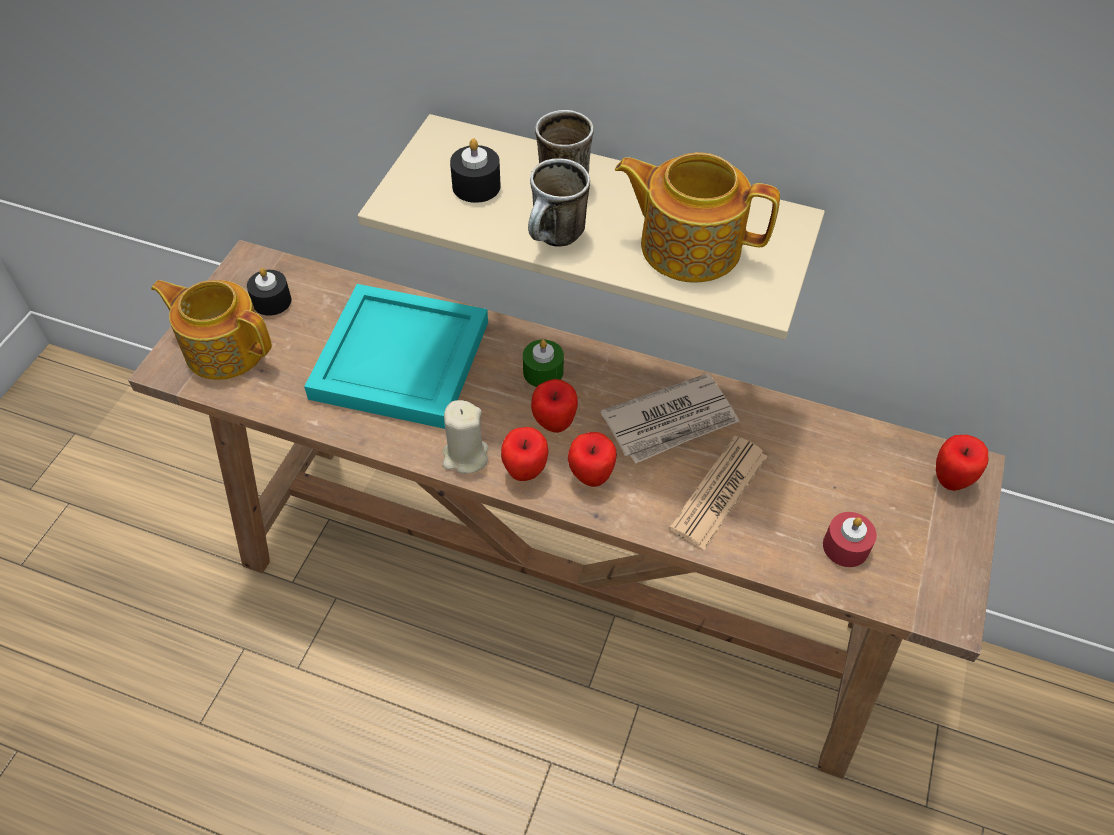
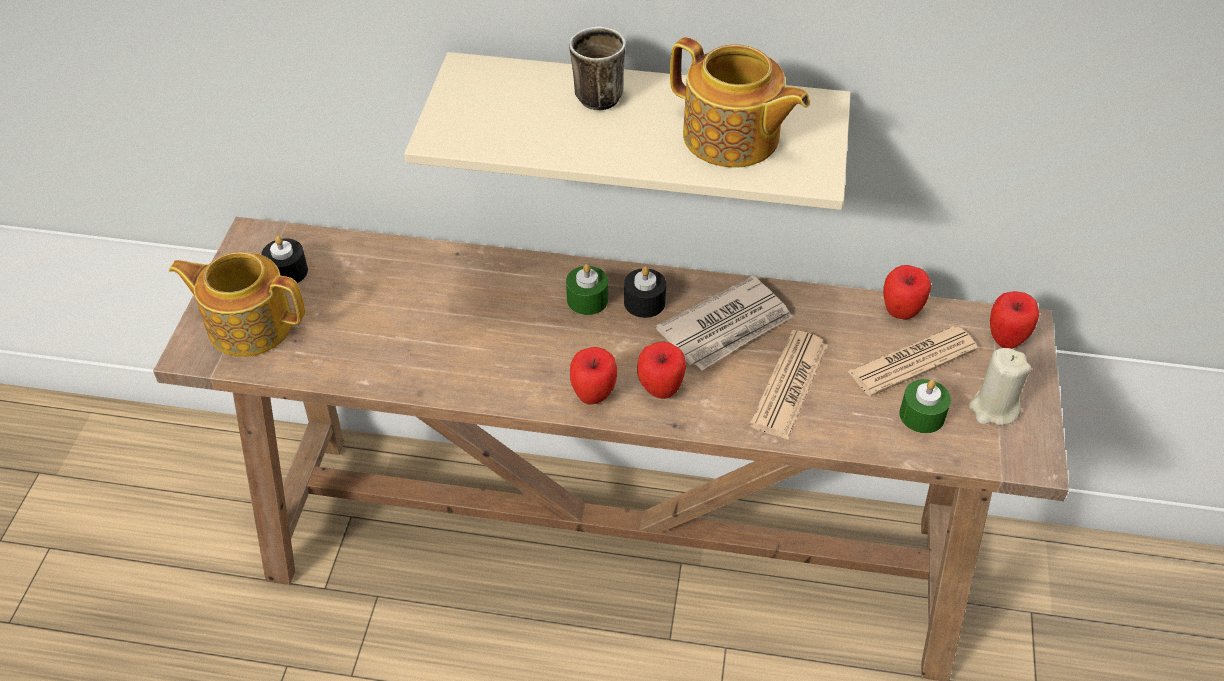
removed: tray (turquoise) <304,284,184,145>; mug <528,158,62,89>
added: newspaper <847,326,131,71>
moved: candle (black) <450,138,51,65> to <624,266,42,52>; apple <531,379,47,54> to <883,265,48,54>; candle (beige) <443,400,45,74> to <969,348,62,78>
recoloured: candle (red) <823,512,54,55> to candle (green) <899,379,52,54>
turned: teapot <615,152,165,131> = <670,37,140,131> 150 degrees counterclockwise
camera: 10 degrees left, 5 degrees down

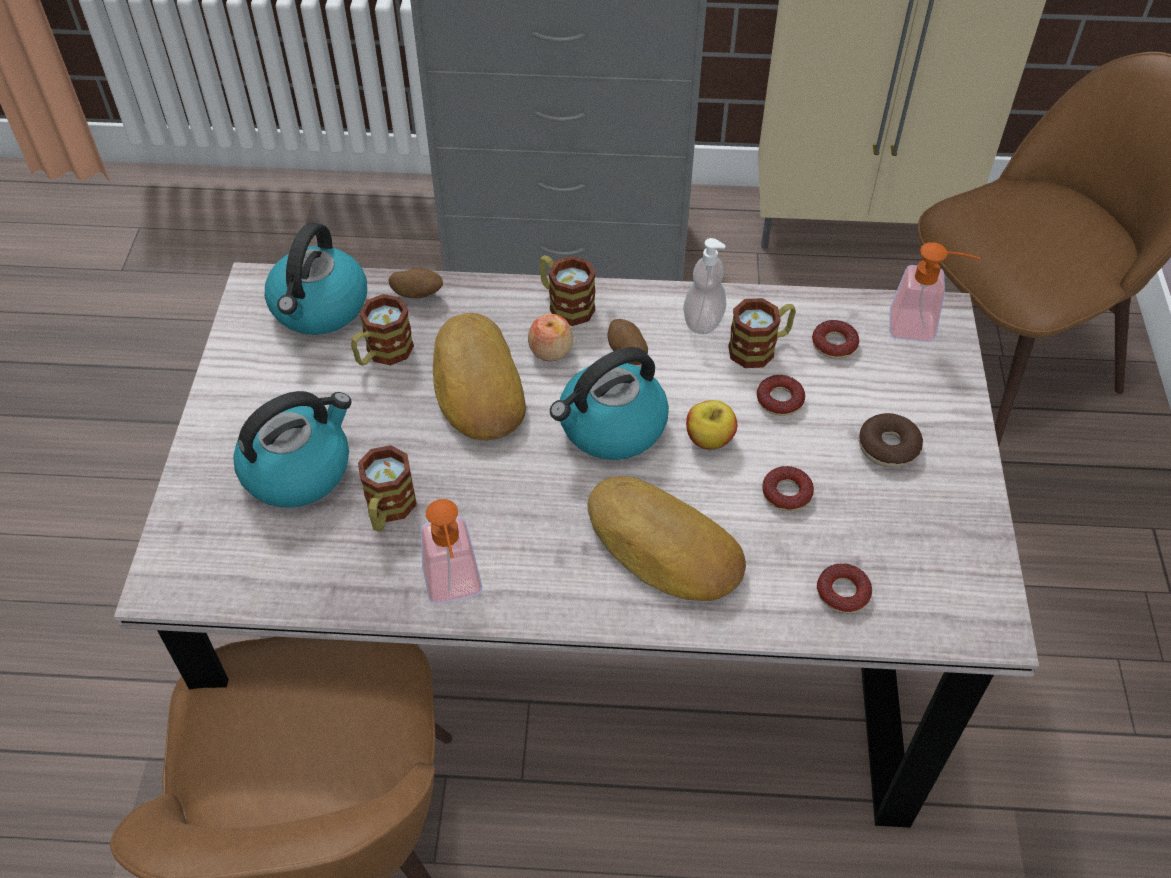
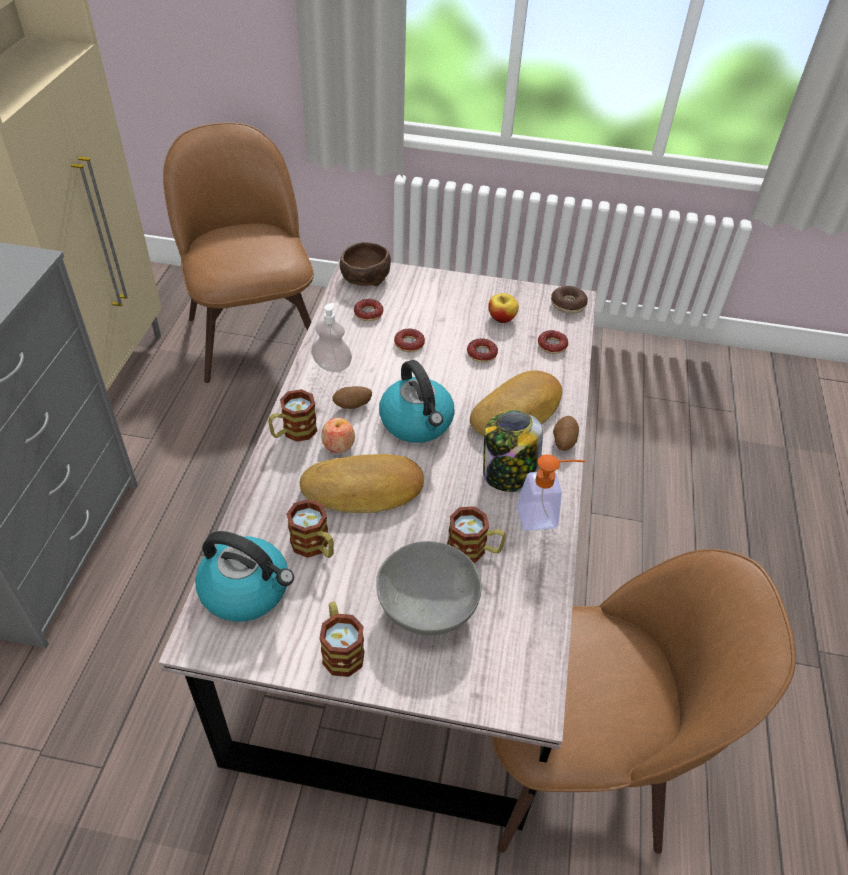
added: jar <483,410,60,82>
moved: mug <728,298,68,70> to <319,602,45,75>; apple <686,400,51,49> to <488,293,31,30>; donut <859,413,64,55> to <551,286,37,28>; potato <388,268,55,30> to <553,416,26,35>
replaced: soap dispenser <889,242,92,100> to bowl (brown) <340,242,51,44>; kettle <233,391,119,117> to bowl (grey) <377,541,105,94>
camera: 85 degrees left, 5 degrees down

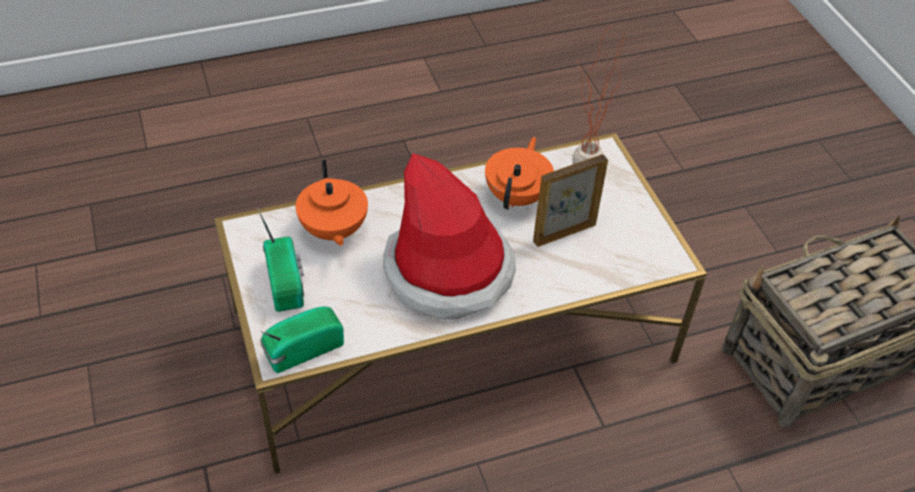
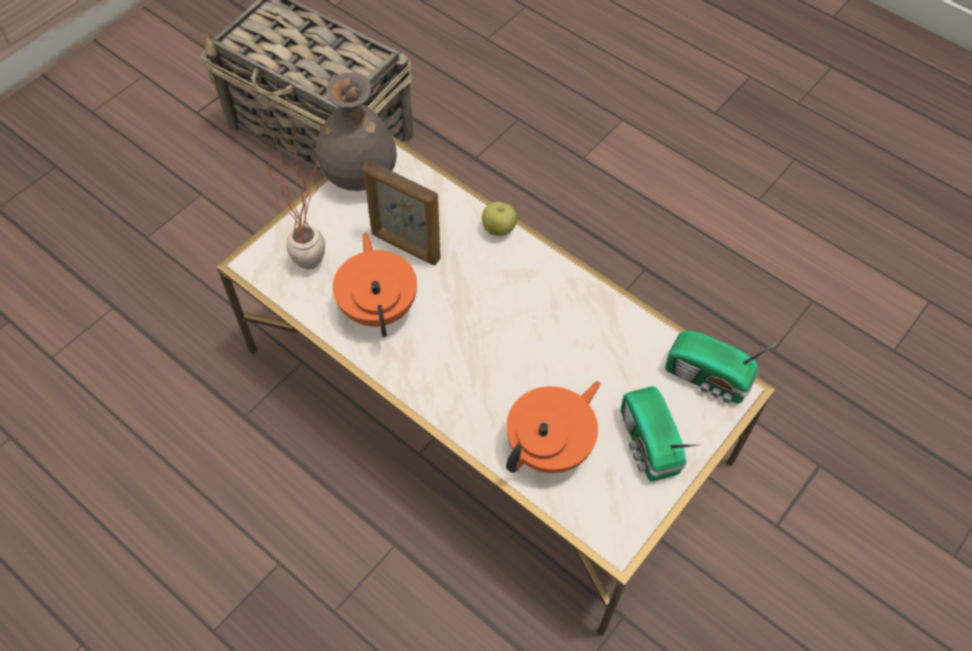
removed: hat <383,153,133,166>
added: vase (grey) <316,72,81,119>; apple <482,202,35,34>
turned: teapot (orange) <485,137,69,73> = <333,232,84,105> 90 degrees clockwise; radio <257,207,47,105> = <621,386,80,95> 60 degrees counterclockwise
camera: 120 degrees left, 10 degrees up

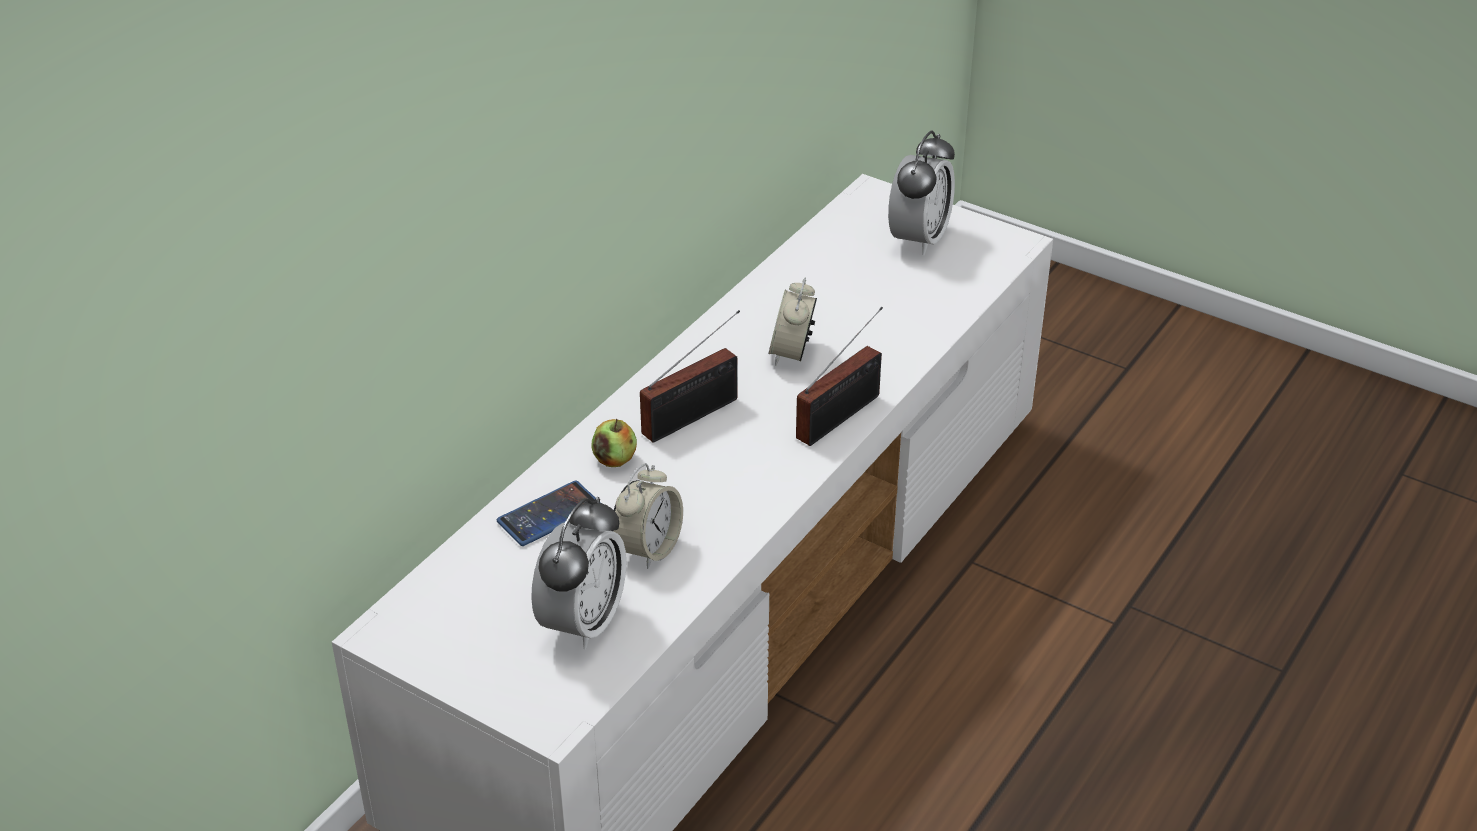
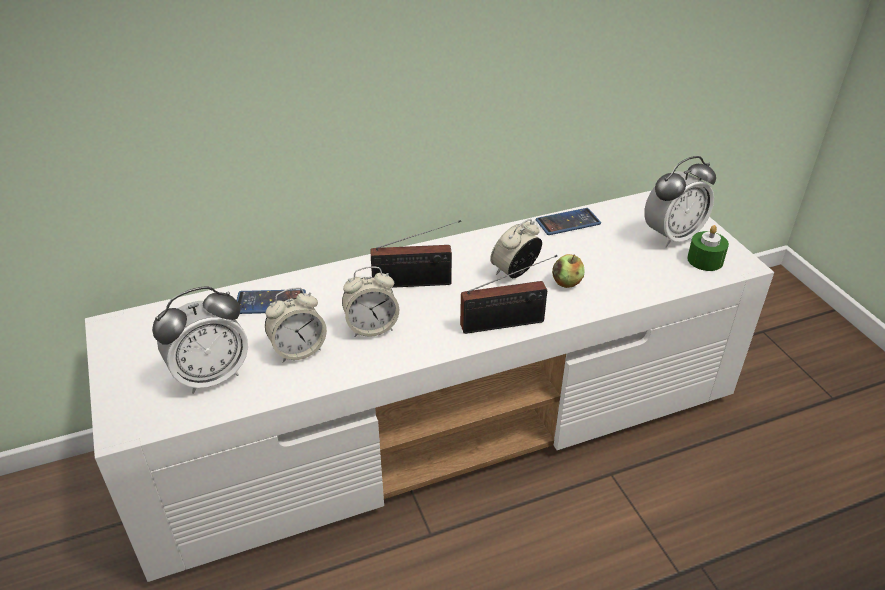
added: alarm clock <342,266,57,71>; phone <536,208,65,27>; candle (green) <687,225,42,46>
moved: apple <592,419,45,48> to <552,254,33,34>
camera: 35 degrees right, 0 degrees up

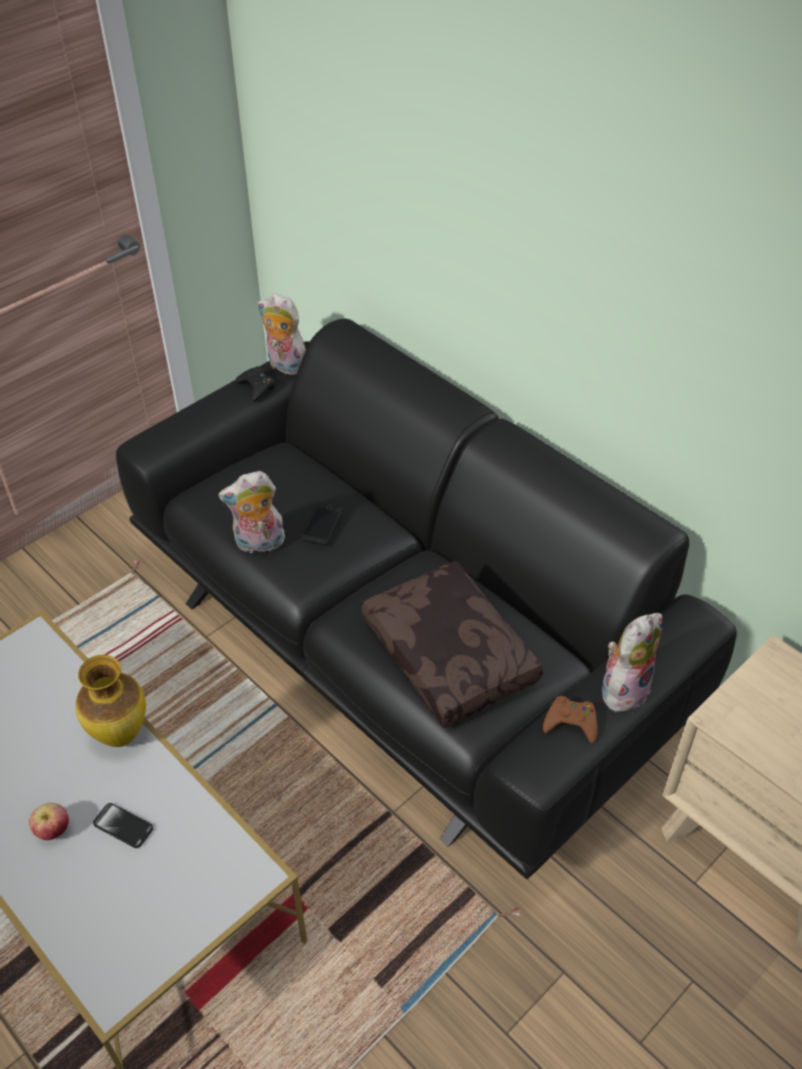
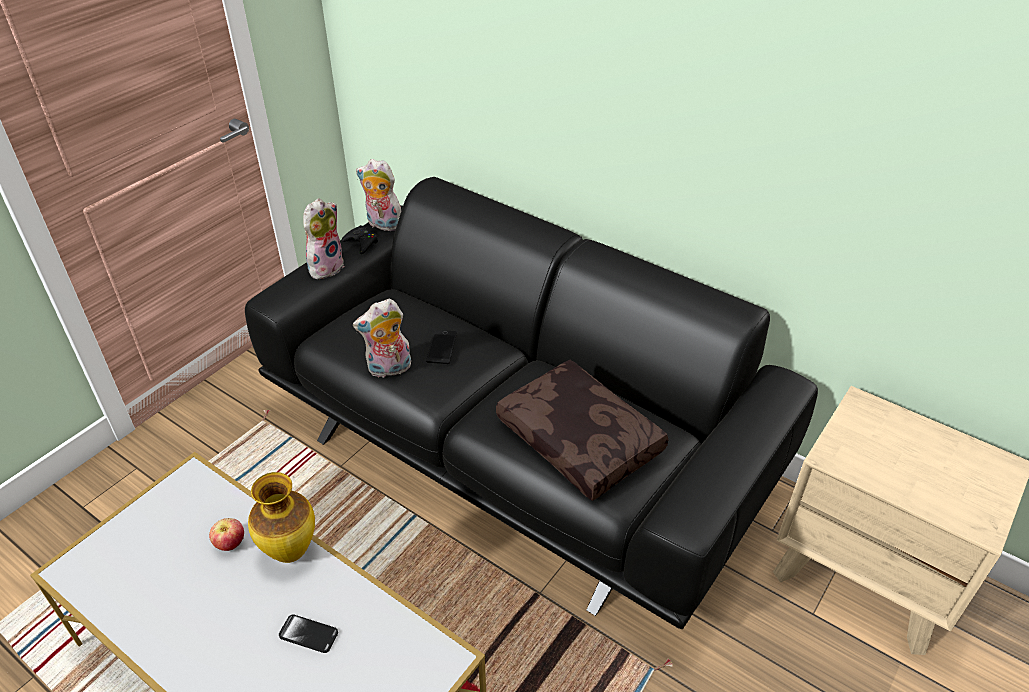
removed: game controller (brown) <543,696,54,47>
moved: apple <29,803,40,37> to <209,518,35,33>; plush toy <602,613,61,104> to <303,198,41,81>
camera: 10 degrees left, 5 degrees down

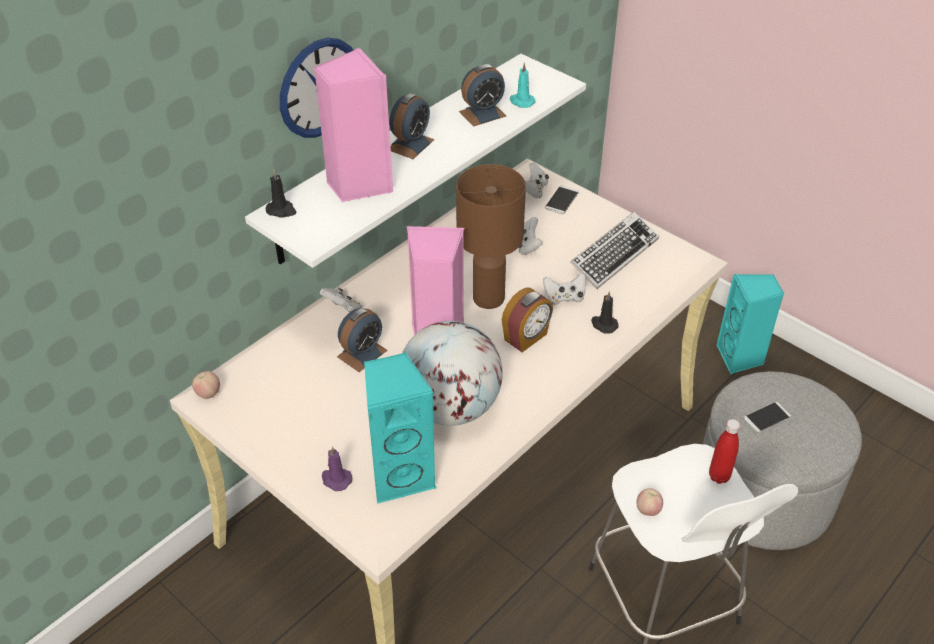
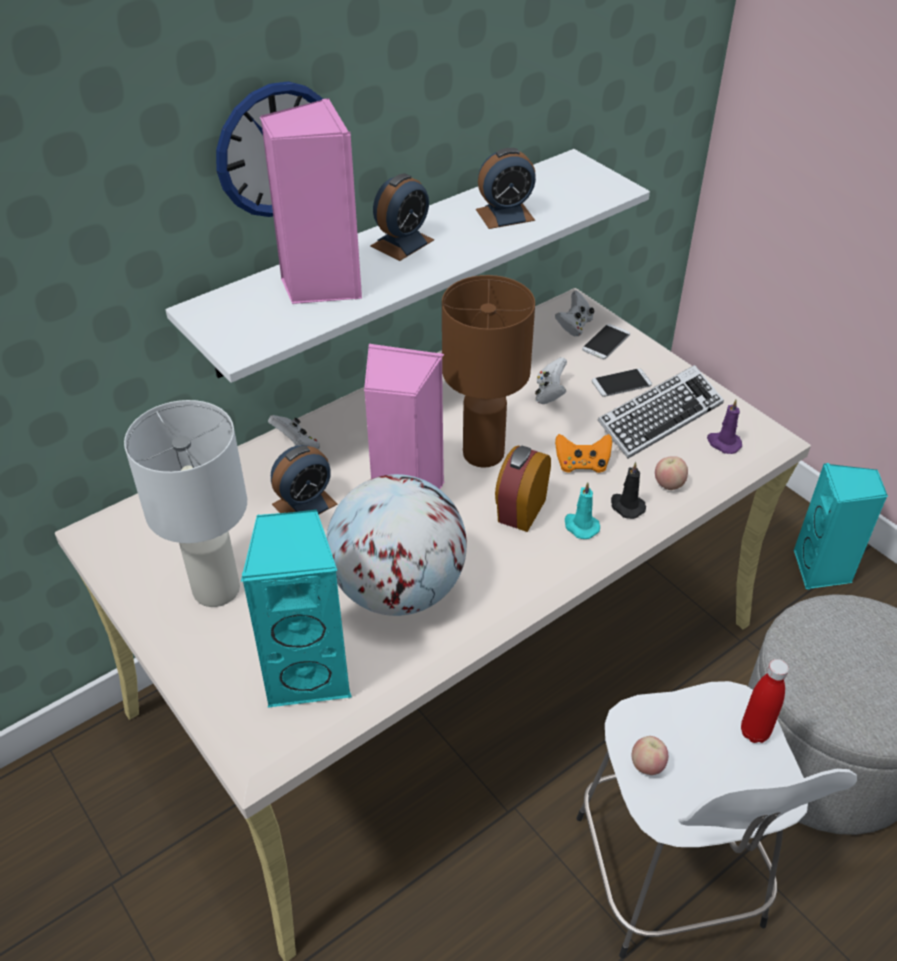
removed: candle (black) <266,169,30,49>
added: table lamp (white) <124,400,123,207>
moved: candle (turquoise) <510,63,25,45> to <565,482,35,57>; phone <744,402,47,30> to <592,368,60,29>; apple <192,371,28,28> to <655,456,33,34>; candle (purple) <322,446,30,45> to <707,399,35,55>
recoloured: game controller (white) <543,272,43,33> to game controller (orange) <555,434,57,39>
turned: alarm clock <502,288,51,64> = <495,445,56,87> 150 degrees clockwise
camera: 10 degrees right, 0 degrees up

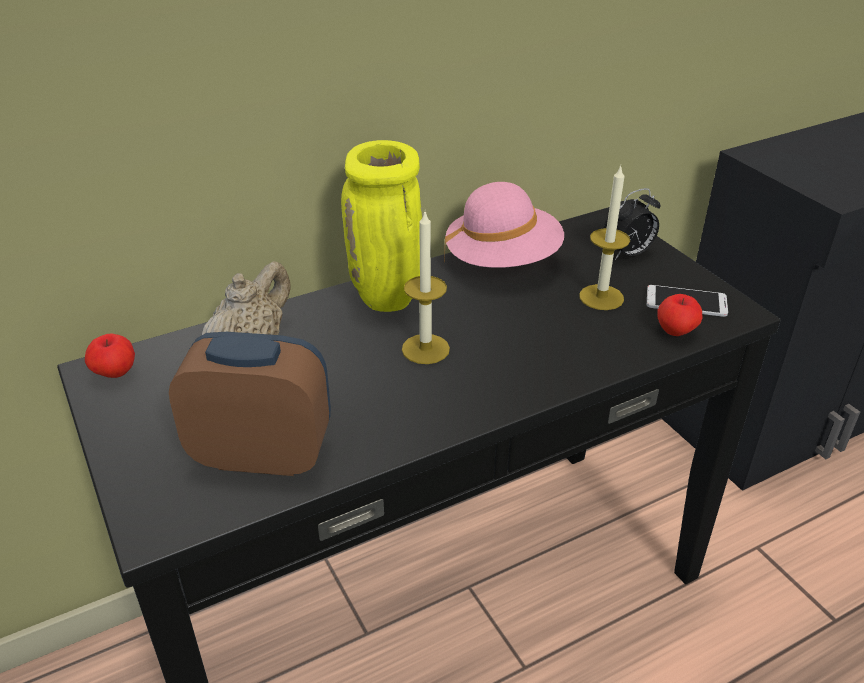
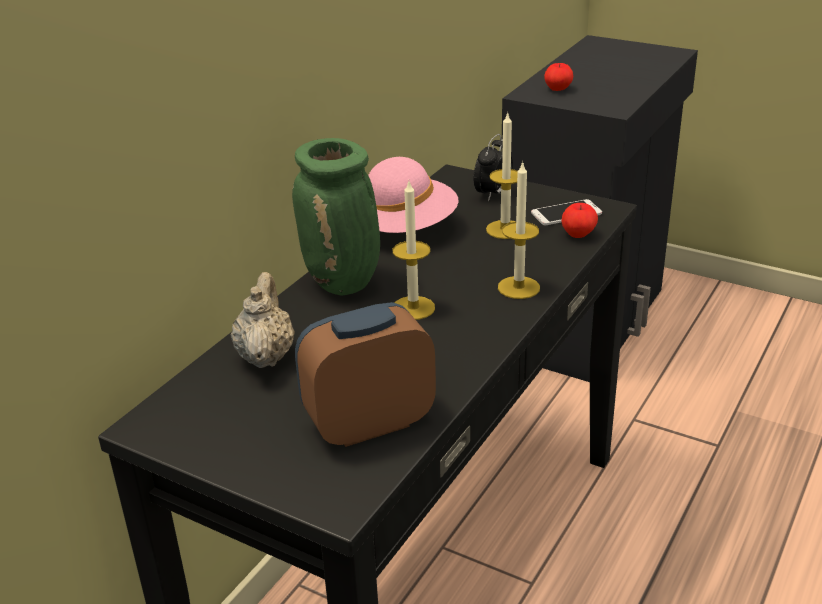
added: candle <498,161,42,138>
moved: apple <85,334,50,44> to <544,63,29,28>
recoloured: vase (yellow) <341,140,81,172> to vase (green) <292,138,88,158>
camera: 30 degrees left, 5 degrees down

